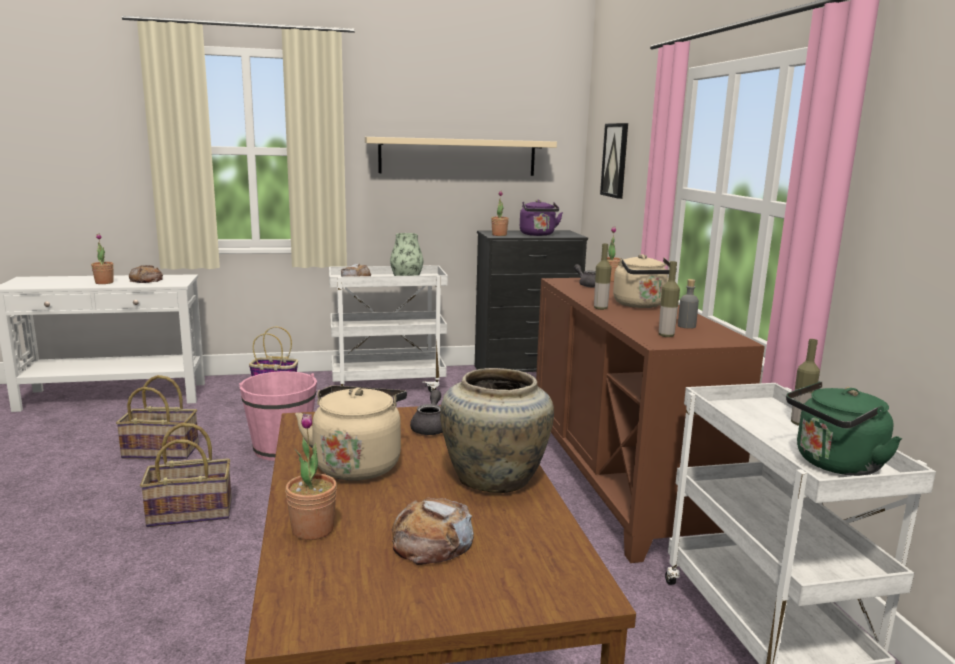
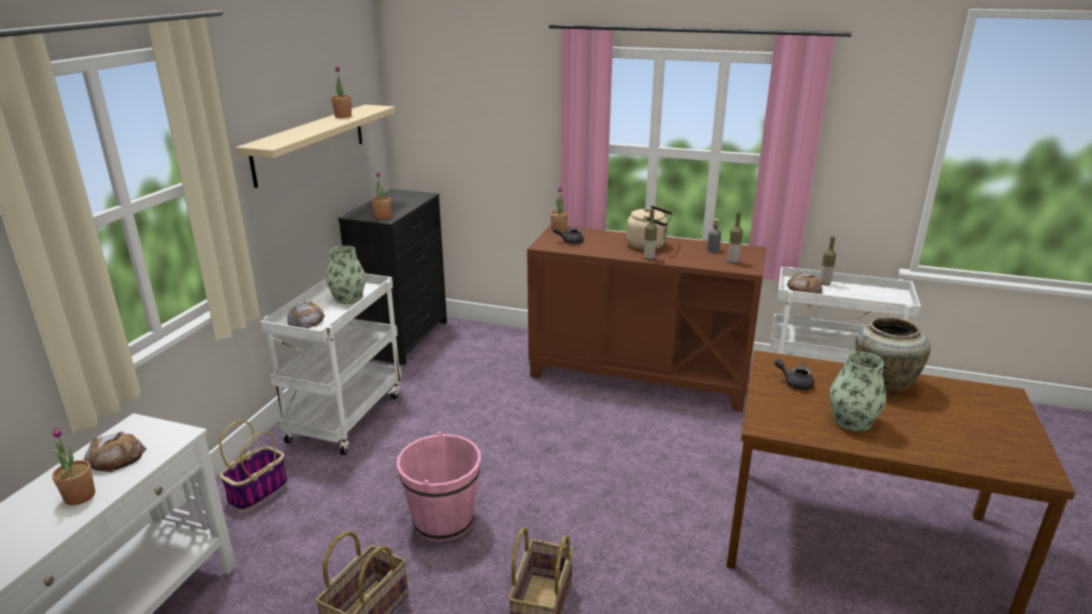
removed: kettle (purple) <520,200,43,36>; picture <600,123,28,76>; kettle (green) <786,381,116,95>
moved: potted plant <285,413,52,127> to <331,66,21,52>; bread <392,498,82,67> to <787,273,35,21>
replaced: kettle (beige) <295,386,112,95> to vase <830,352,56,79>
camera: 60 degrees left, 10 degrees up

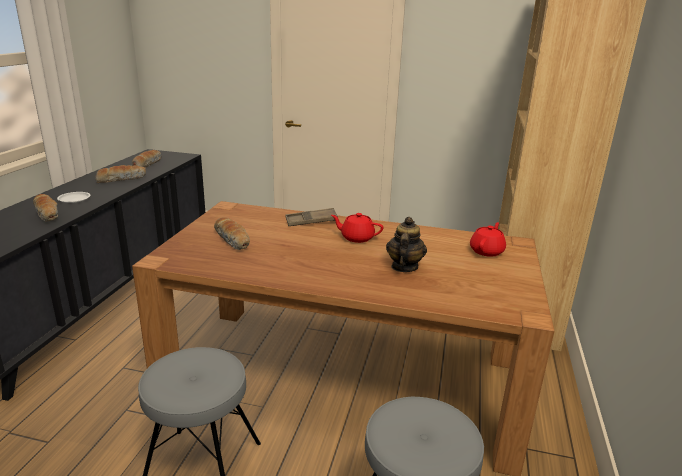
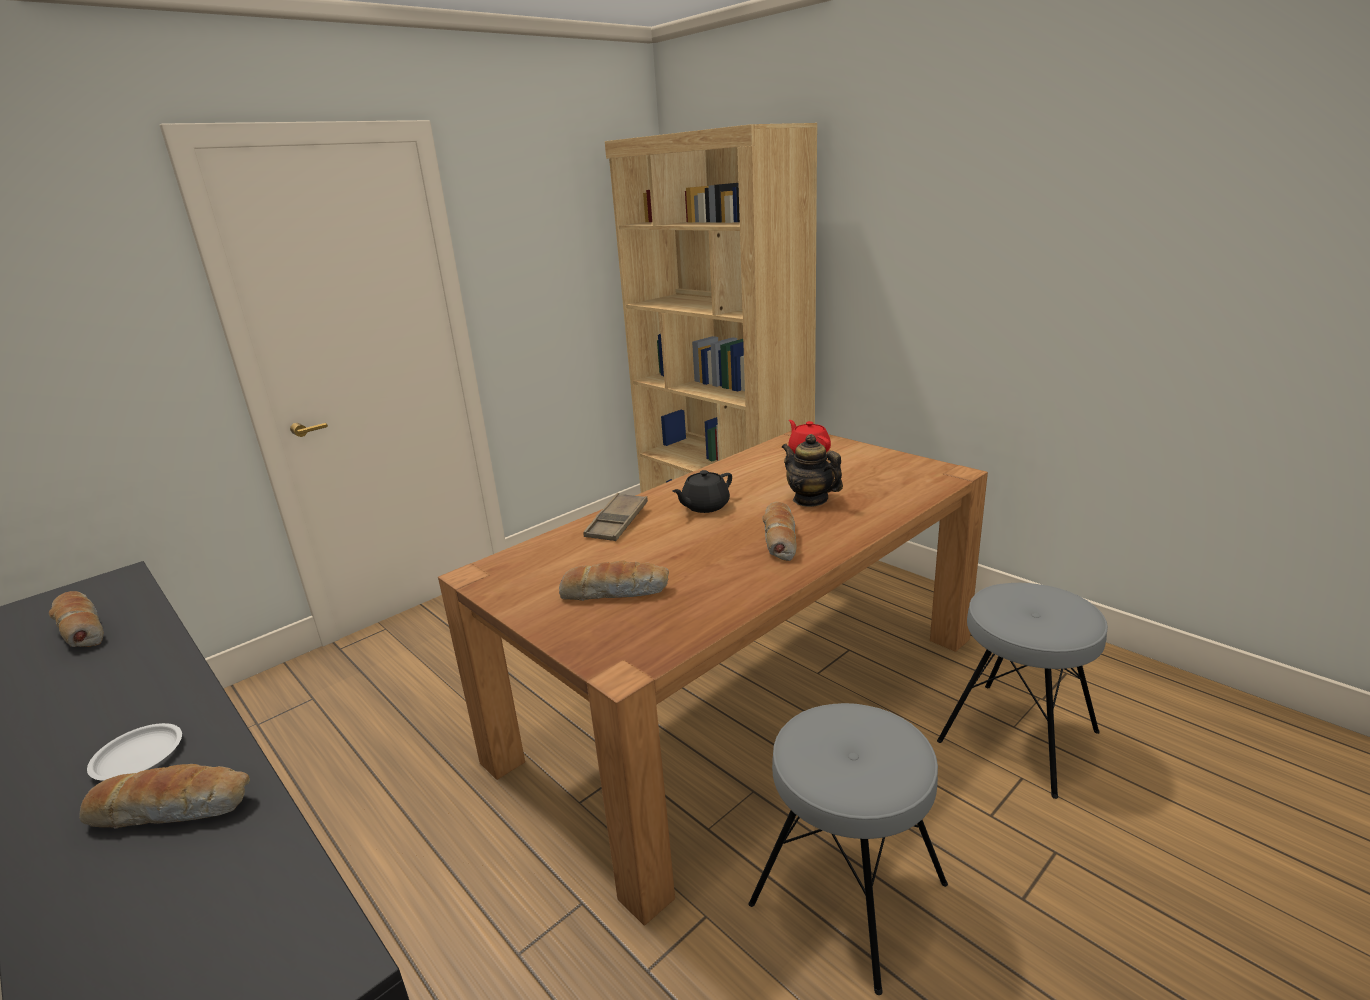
moved: bread <95,165,51,18> to <762,502,35,59>
recoloured: teapot (red) <331,213,52,30> to teapot (black) <672,470,60,43>
camera: 55 degrees left, 0 degrees up

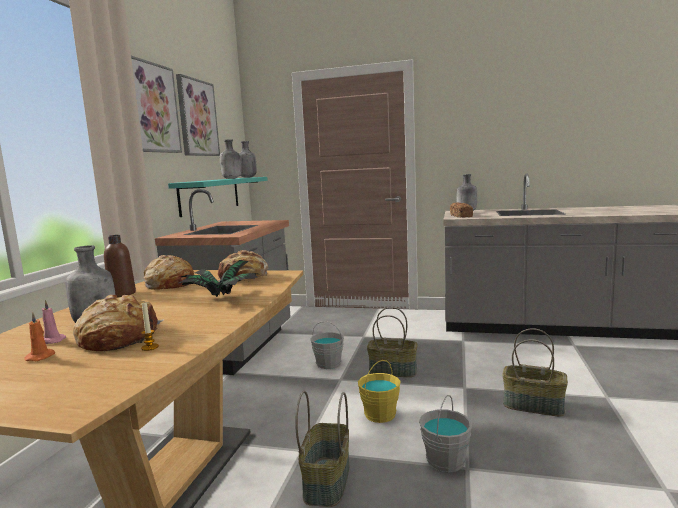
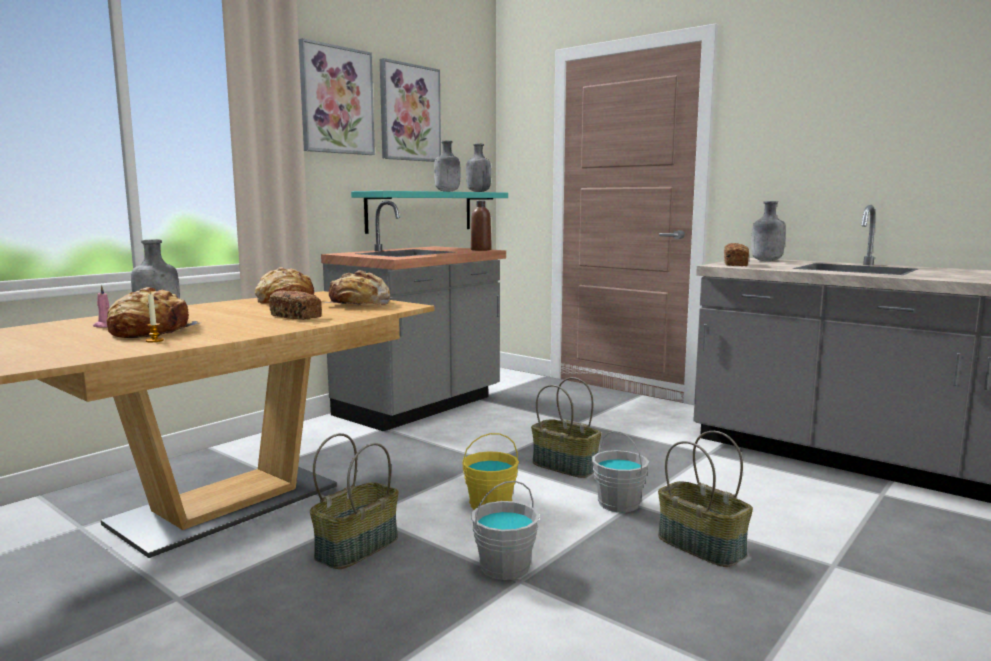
removed: candle (orange) <24,312,31,49>
moved: bottle (brown) <104,235,32,62> to <471,201,21,50>; bucket (grey) <310,321,34,48> to <592,431,57,81>
replaced: potted plant <179,260,79,37> to bread <269,290,53,30>
camera: 25 degrees right, 0 degrees up

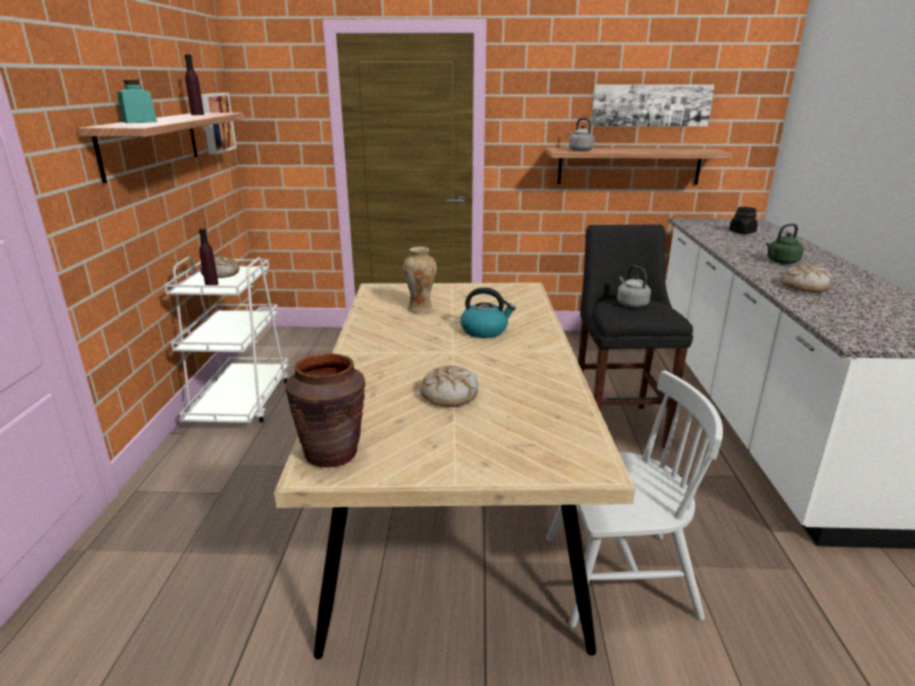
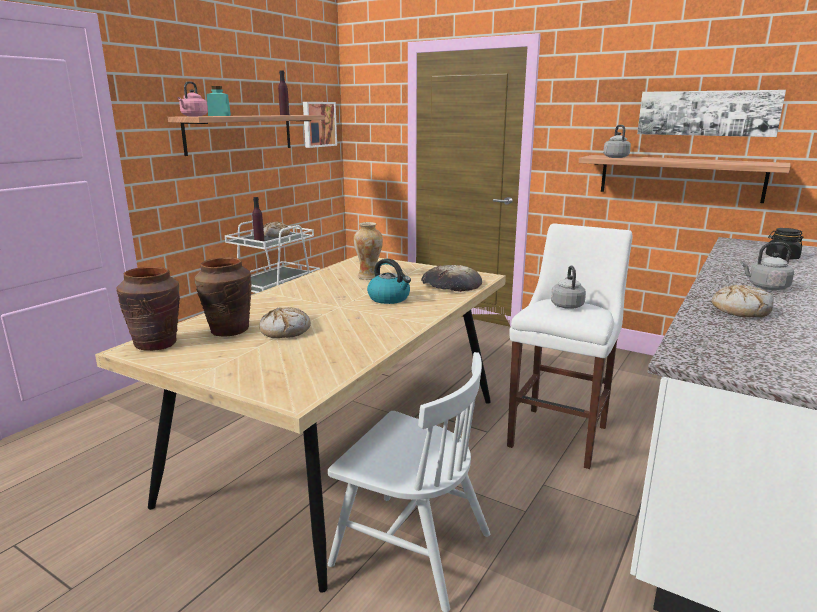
added: kettle (pink) <178,81,30,35>; vase (brown) <194,257,58,79>; bread <421,265,61,27>
recoloured: stool (black) <578,224,115,225> to stool (white) <507,223,126,246>; kettle (green) <766,223,37,41> to kettle (grey) <740,242,54,48>
camera: 30 degrees right, 5 degrees down

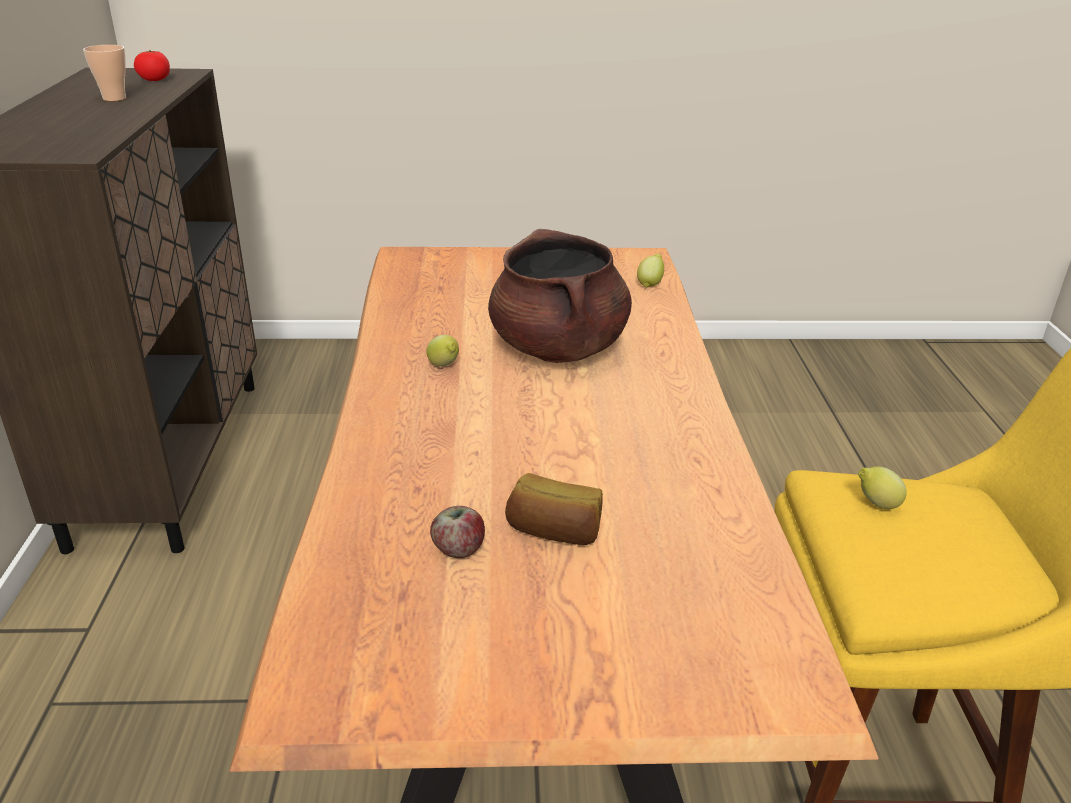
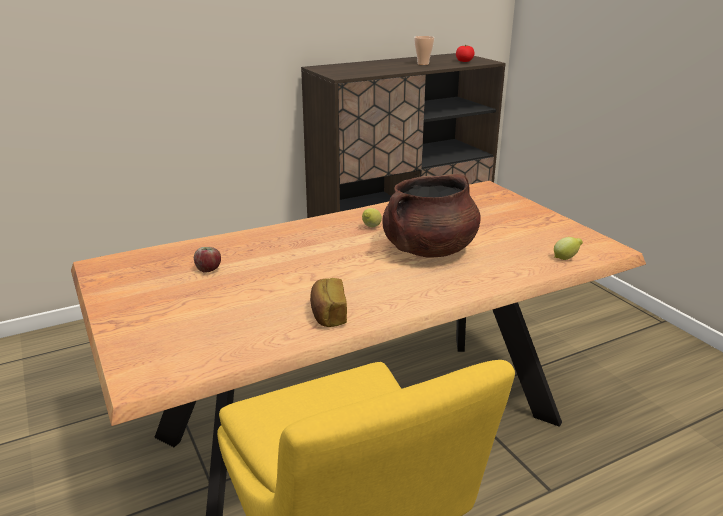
removed: lemon <858,467,49,42>
moved: bread <505,473,98,72> to <310,278,37,49>
camera: 65 degrees right, 5 degrees down

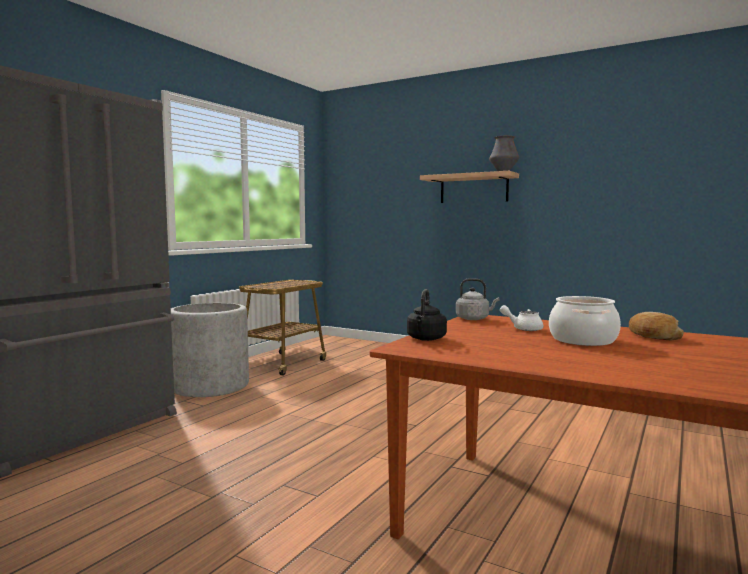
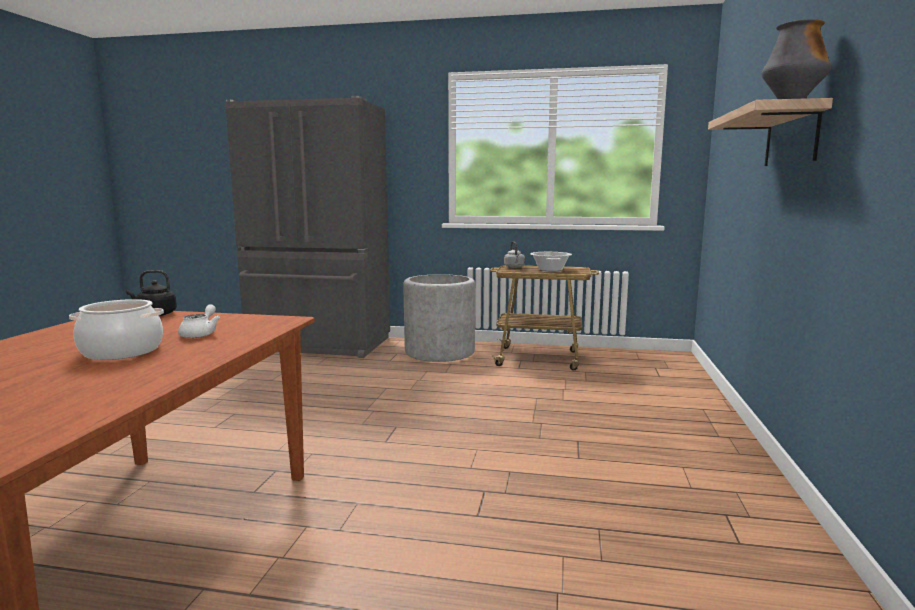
removed: bread <629,312,55,28>
added: cooking pot <530,252,42,19>
moved: kettle (grey) <456,278,44,42> to <504,241,21,27>
camera: 70 degrees right, 5 degrees up

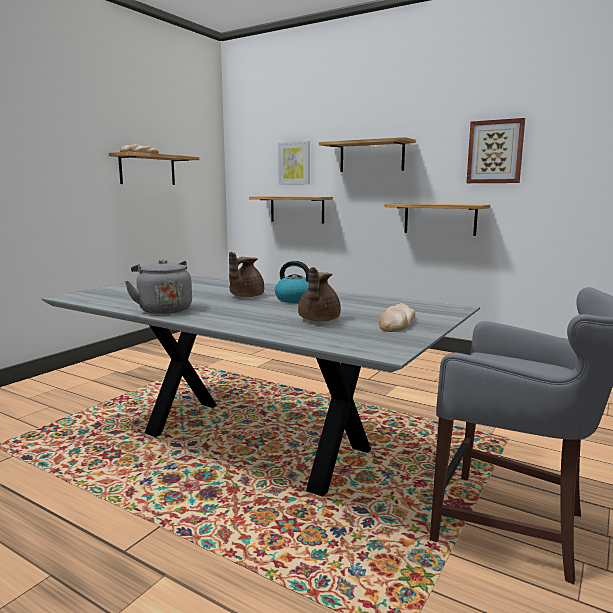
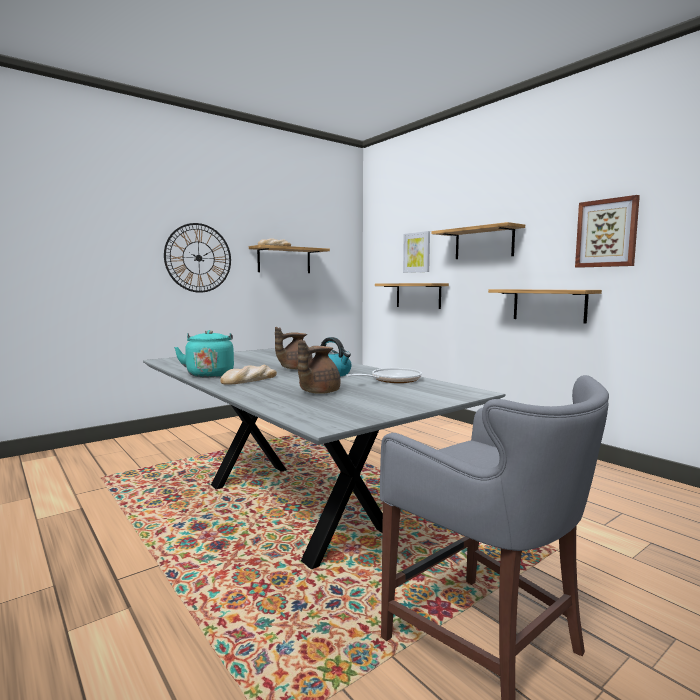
added: wall clock <164,223,67,70>; frying pan <346,368,76,15>
moved: bread <379,303,36,29> to <220,365,57,20>
recoloured: kettle (grey) <125,259,67,55> to kettle (turquoise) <174,330,60,47>
camera: 20 degrees right, 5 degrees down

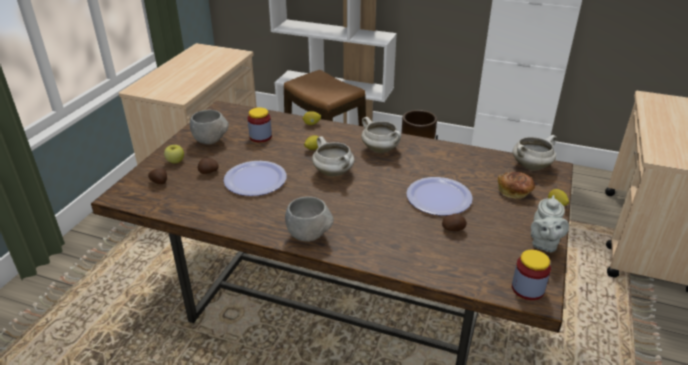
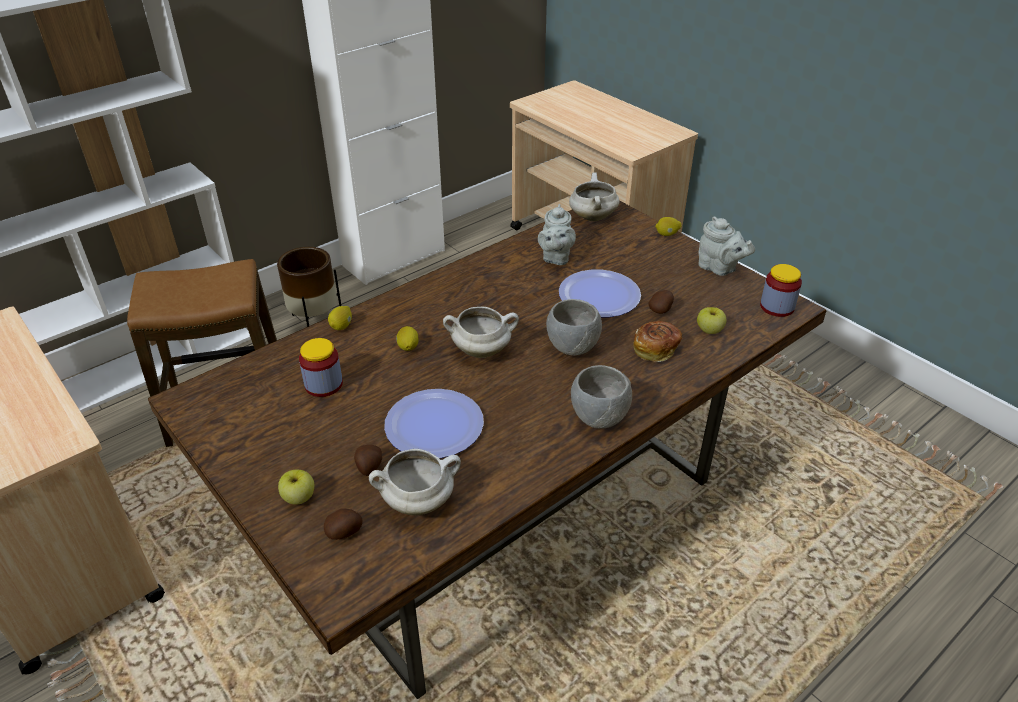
added: teapot (grey) <538,204,38,61>; apple <697,307,30,27>
moved: cooking pot (white) <361,117,40,36> to <369,449,92,66>; bowl (grey) <190,110,39,35> to <546,299,56,57>; bread <498,172,37,27> to <633,321,49,41>
camera: 60 degrees left, 5 degrees up

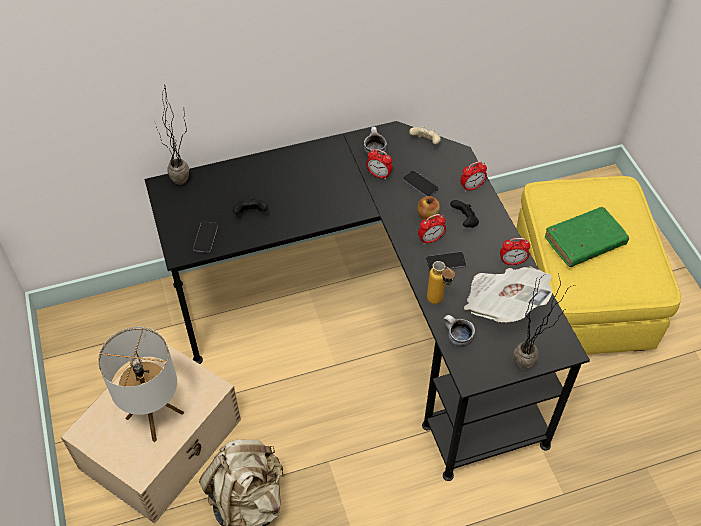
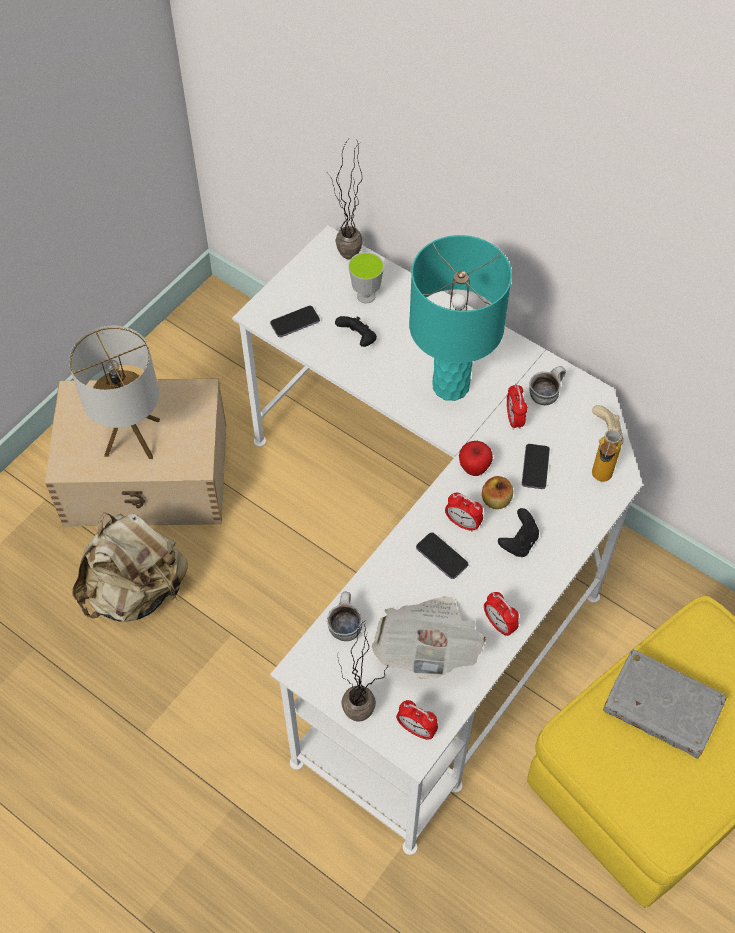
added: cup <348,252,36,51>; table lamp (turquoise) <409,235,103,166>; apple <459,441,34,35>
moved: alarm clock <460,161,27,31> to <396,700,42,40>; bottle <427,261,28,43> to <592,429,29,53>
recoloured: desk (black) <145,121,445,360> to desk (white) <232,225,411,630>; book (green) <545,207,84,60> to book (grey) <603,649,123,110>
camera: 55 degrees right, 5 degrees up

